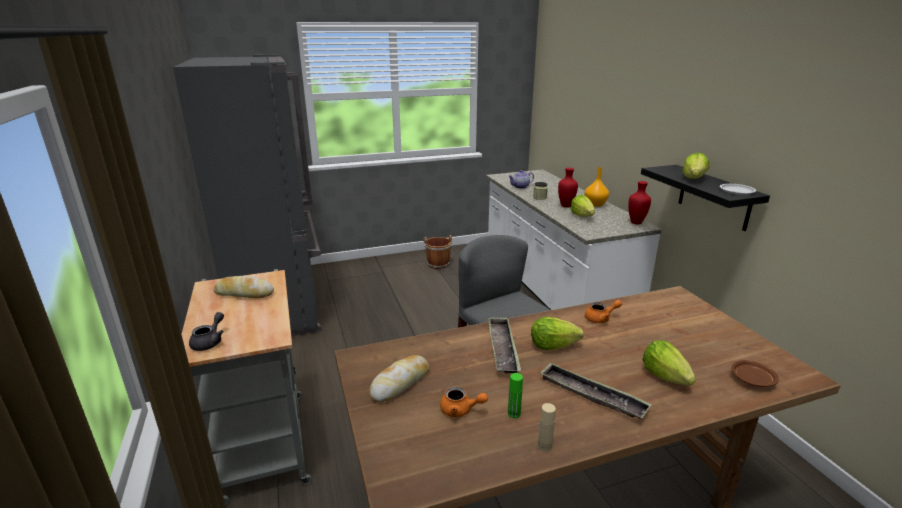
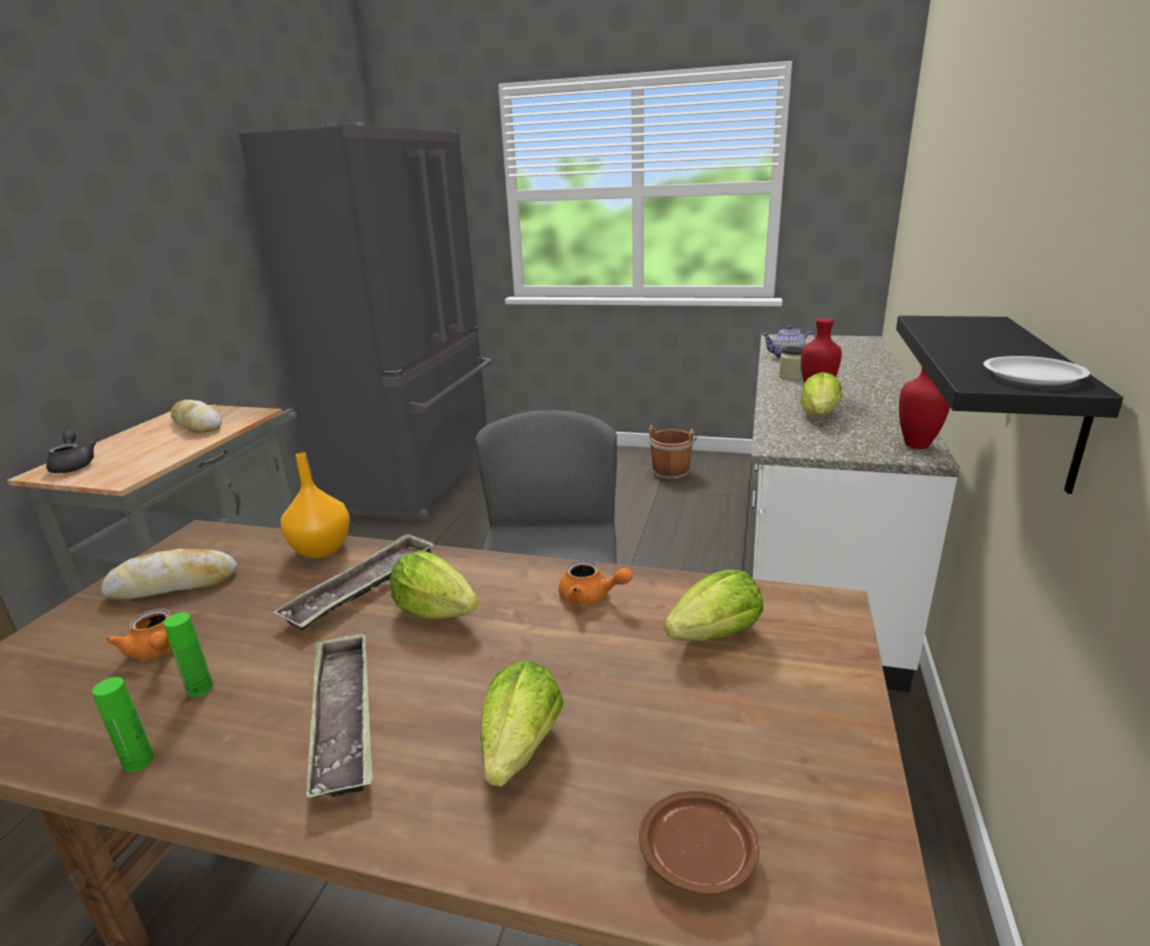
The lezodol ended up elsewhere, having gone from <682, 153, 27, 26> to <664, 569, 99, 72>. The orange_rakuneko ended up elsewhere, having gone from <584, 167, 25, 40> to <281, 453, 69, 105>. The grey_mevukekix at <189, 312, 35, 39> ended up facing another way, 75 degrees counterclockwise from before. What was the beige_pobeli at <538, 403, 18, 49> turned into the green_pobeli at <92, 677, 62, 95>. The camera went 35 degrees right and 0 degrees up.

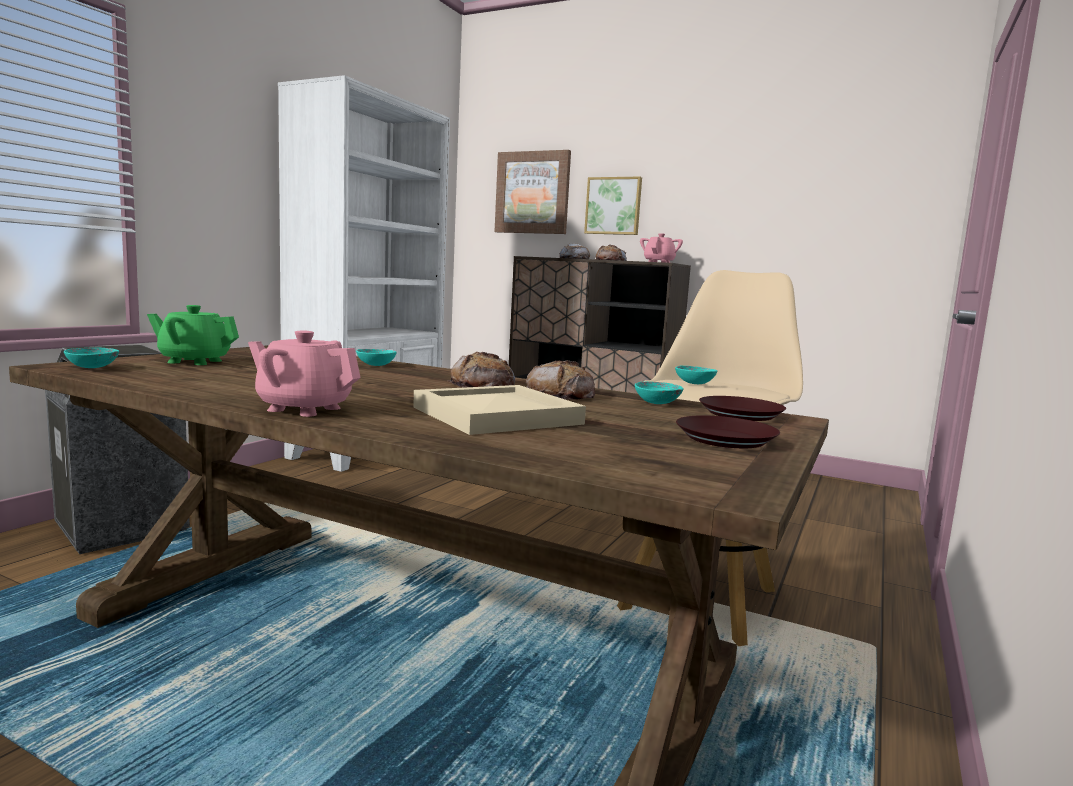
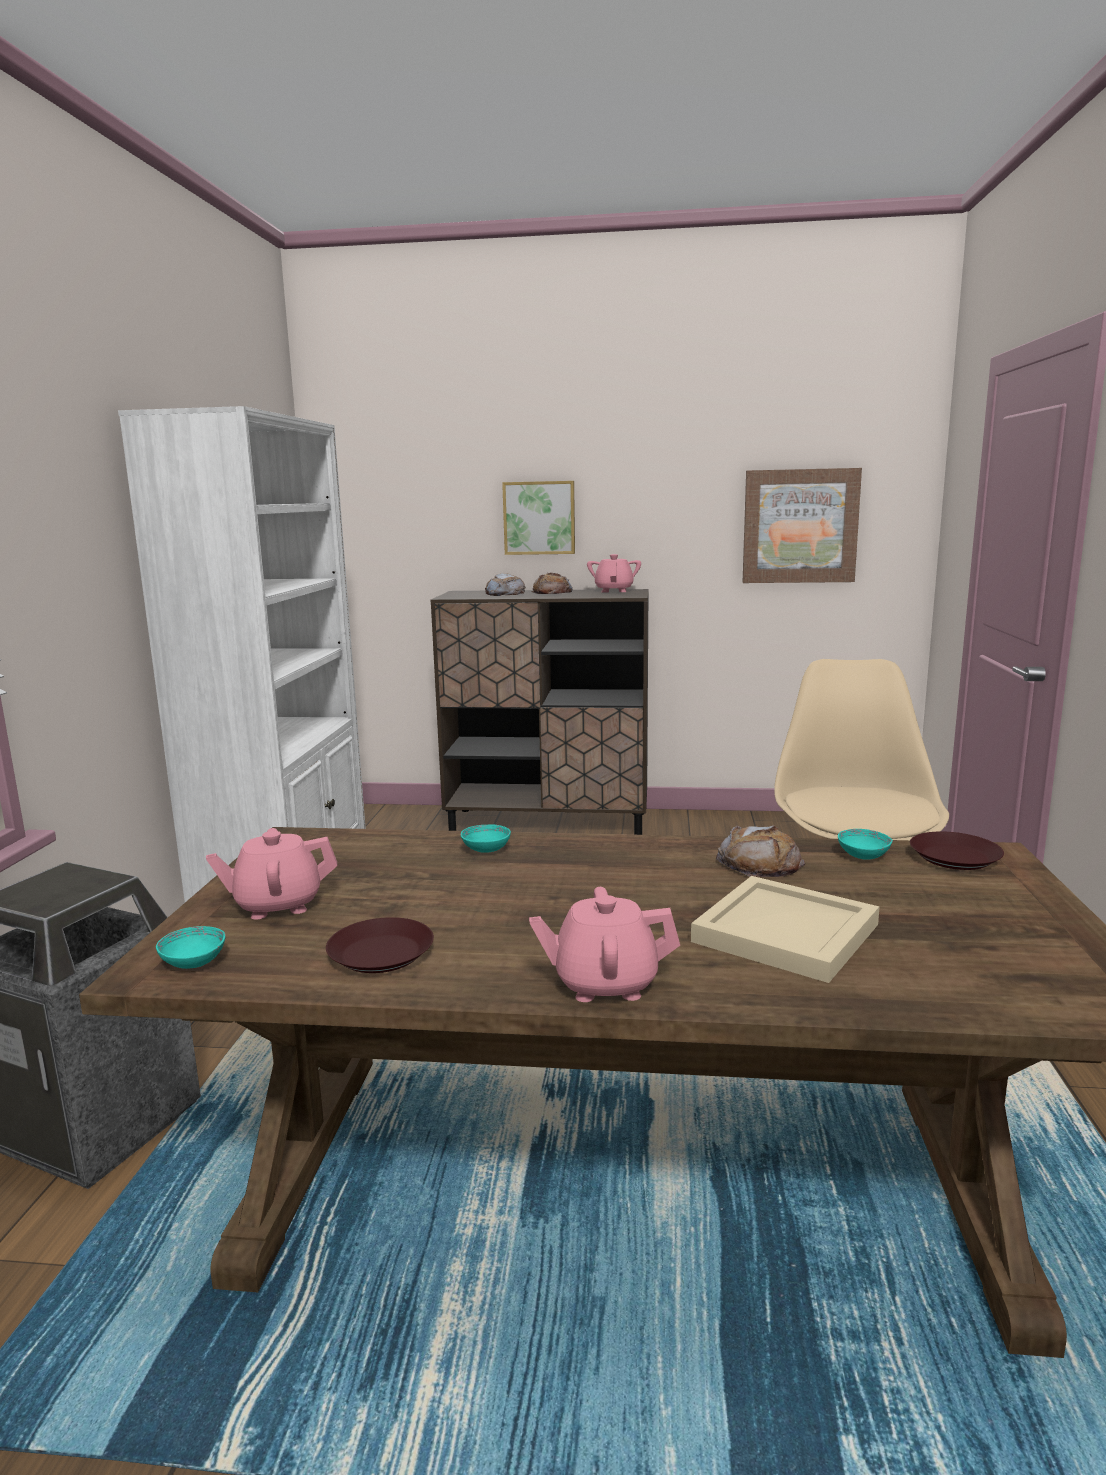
The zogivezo ended up elsewhere, having gone from <494, 150, 77, 84> to <743, 468, 119, 115>. What was the green_mevukekix at <147, 305, 92, 60> turned into the pink_mevukekix at <206, 828, 131, 91>. The second view lost the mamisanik at <447, 352, 68, 35>. The second view lost the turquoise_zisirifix at <675, 366, 42, 18>. The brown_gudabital ended up elsewhere, having gone from <676, 415, 104, 33> to <326, 917, 108, 56>. The camera went 20 degrees left and 5 degrees up.

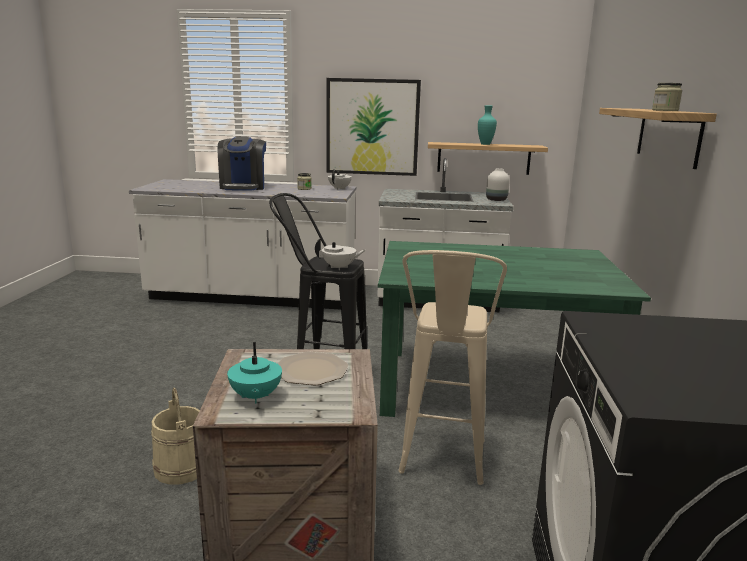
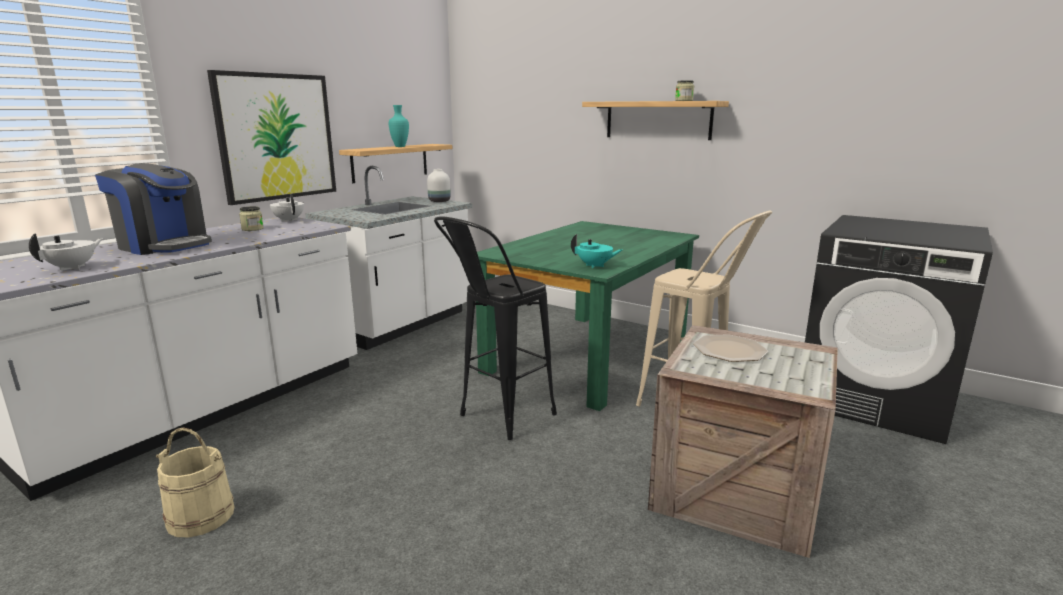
The white_mevukekix ended up elsewhere, having gone from <315, 238, 51, 32> to <29, 233, 74, 38>. The turquoise_mevukekix ended up elsewhere, having gone from <227, 342, 55, 62> to <571, 234, 51, 34>. The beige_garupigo ended up elsewhere, having gone from <151, 388, 49, 97> to <156, 427, 79, 110>. The camera went 60 degrees left and 0 degrees up.

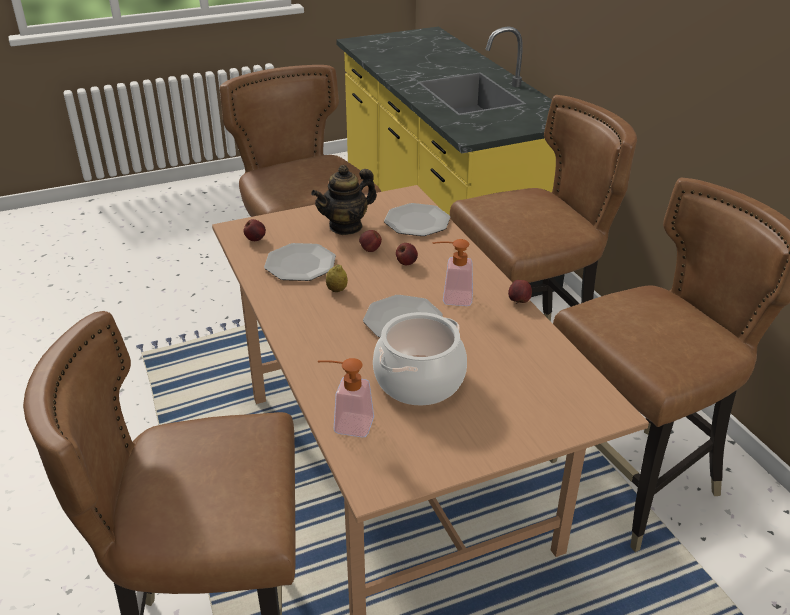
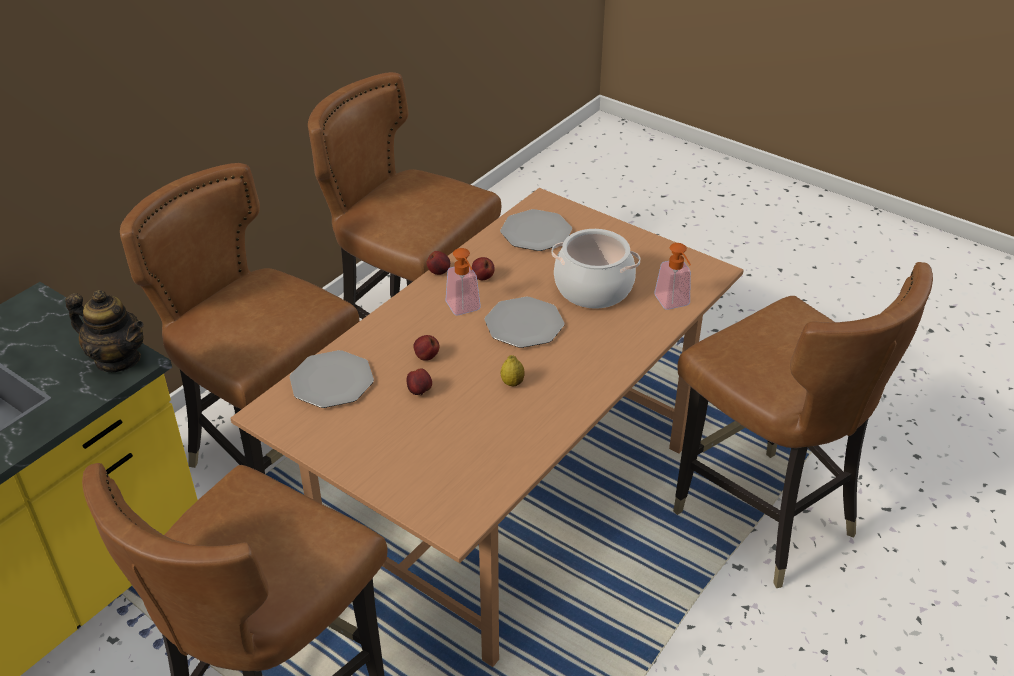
The mevukekix ended up elsewhere, having gone from <311, 165, 66, 70> to <65, 290, 79, 82>. The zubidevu ended up elsewhere, having gone from <243, 219, 23, 22> to <472, 257, 23, 23>. The gudabital ended up elsewhere, having gone from <264, 243, 72, 38> to <500, 209, 72, 42>. The camera went 120 degrees left and 5 degrees up.

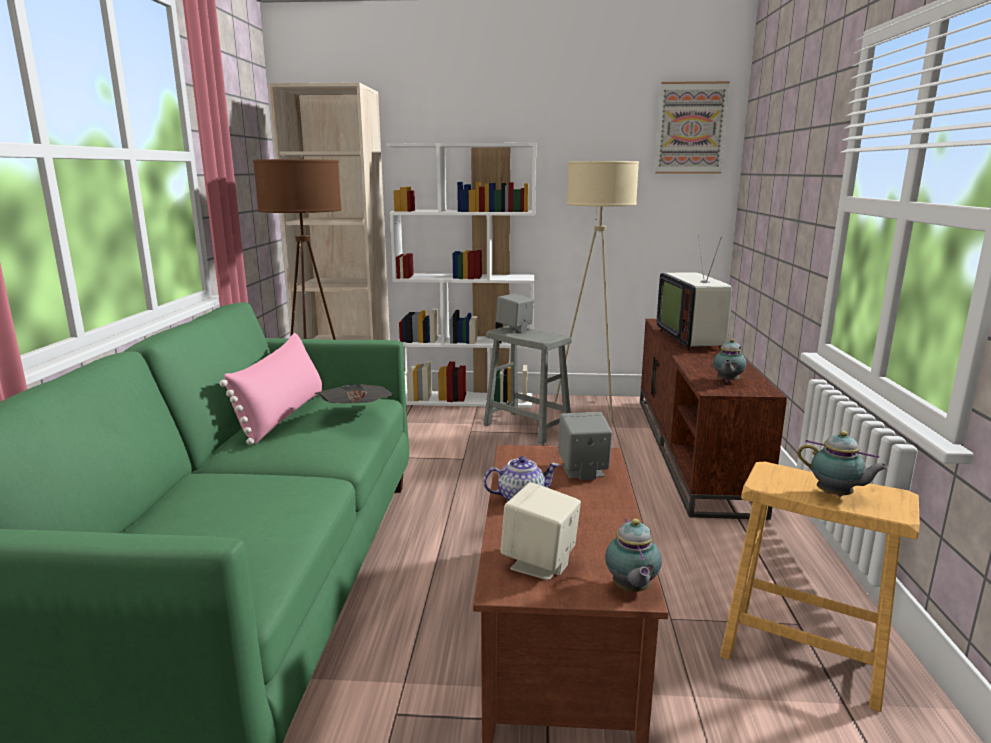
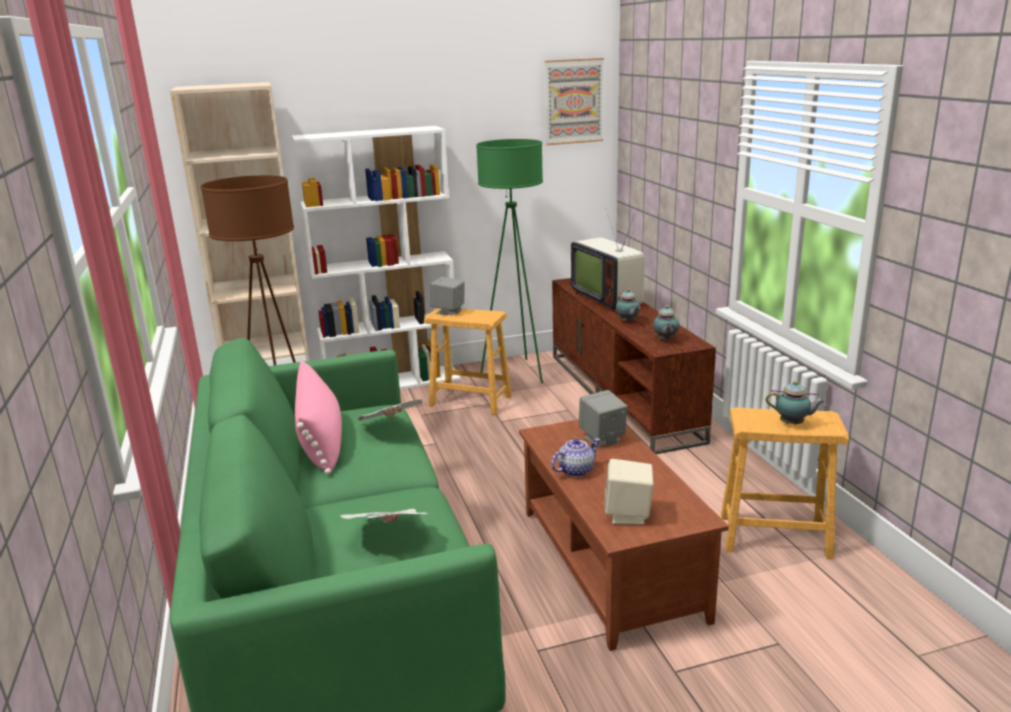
What was the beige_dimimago at <554, 161, 85, 263> turned into the green_dimimago at <476, 139, 67, 244>. What was the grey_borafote at <484, 326, 88, 118> turned into the brown_borafote at <424, 308, 88, 107>. The mevukekix ended up elsewhere, having gone from <605, 518, 57, 74> to <616, 289, 24, 34>. The second view gained the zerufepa at <340, 509, 86, 14>. The camera went 20 degrees left and 5 degrees up.

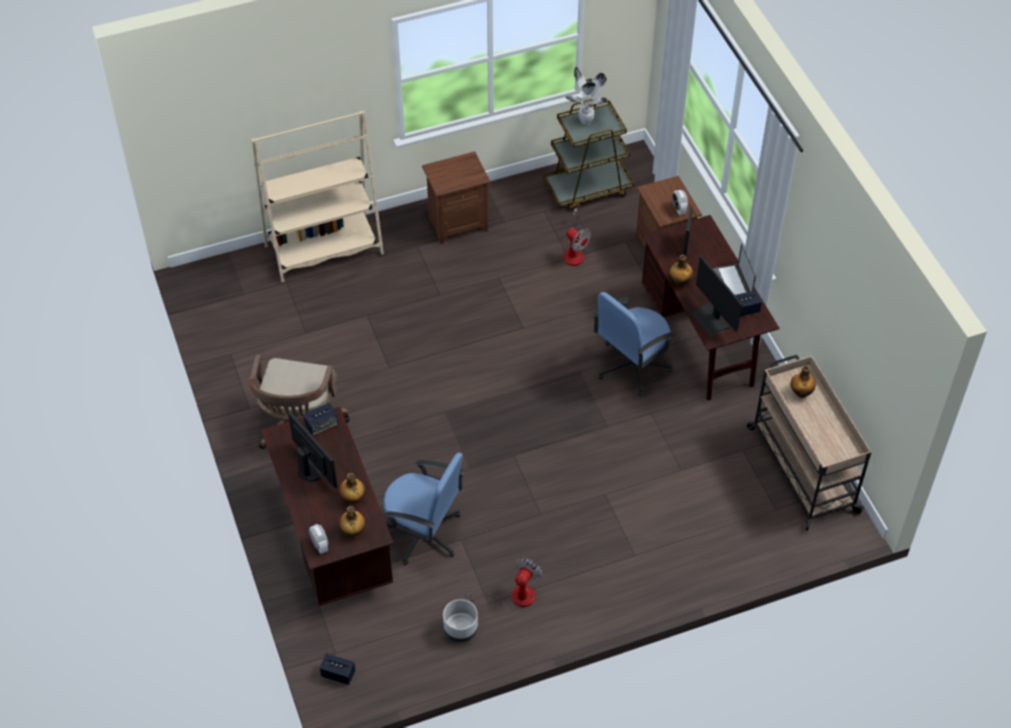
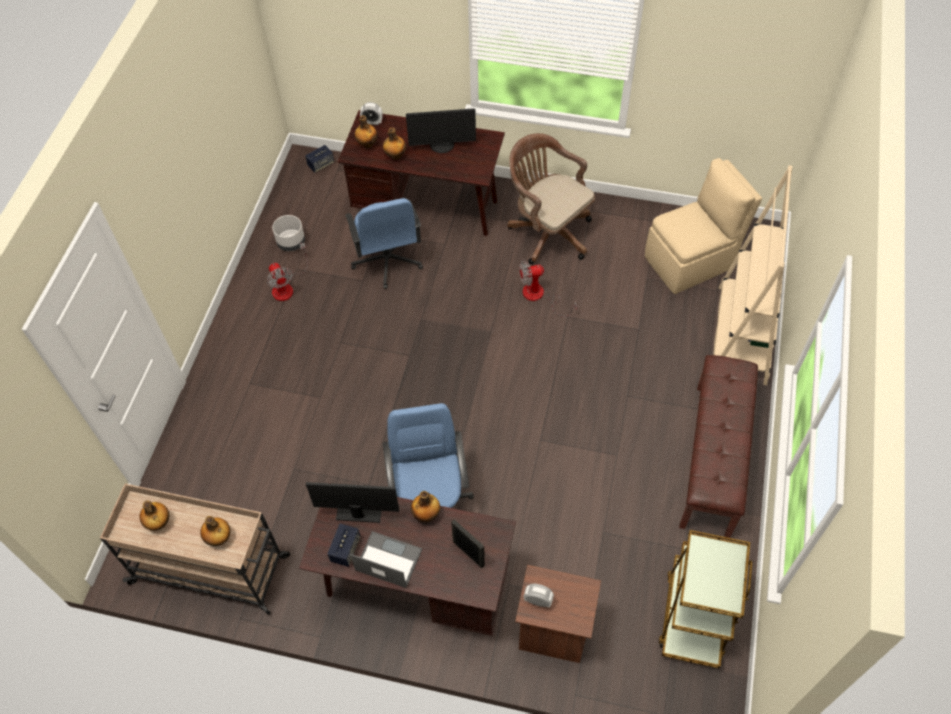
The second view lost the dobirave at <565, 66, 43, 59>. Where the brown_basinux stood at <422, 151, 68, 93>, the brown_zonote came to stand at <679, 355, 79, 183>. The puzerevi ended up elsewhere, having gone from <562, 208, 29, 58> to <519, 260, 58, 57>. The second view lost the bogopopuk at <303, 403, 35, 33>. The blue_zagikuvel at <383, 453, 81, 112> ended up facing another way, 75 degrees counterclockwise from before. The second view gained the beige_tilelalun at <645, 158, 117, 136>. The second view gained the pobeli at <140, 500, 29, 31>. The camera went 125 degrees right and 5 degrees up.

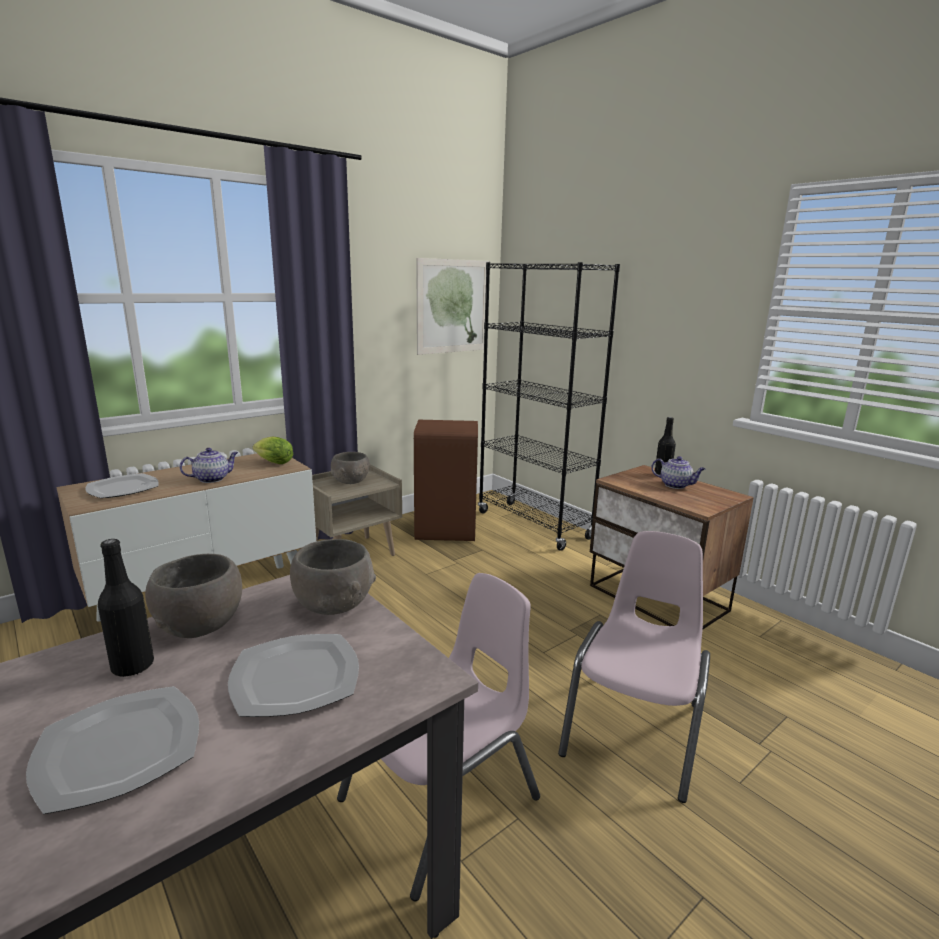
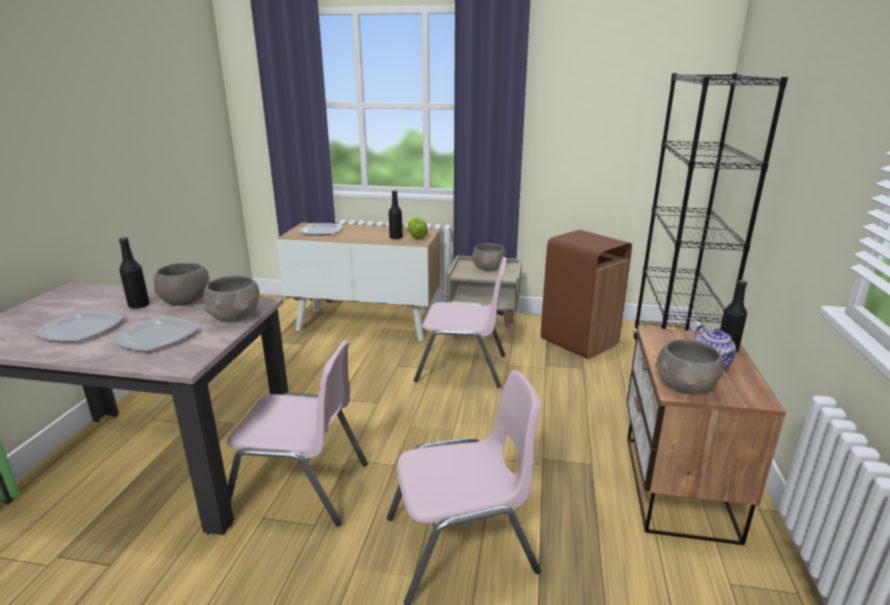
The second view lost the zogivezo at <416, 258, 74, 97>. The second view lost the mevukekix at <180, 448, 58, 35>. The second view gained the black_pobeli at <389, 190, 14, 49>. The second view gained the pink_tilelalun at <414, 257, 93, 131>. The second view gained the grey_zisirifix at <655, 339, 69, 55>. The camera went 50 degrees right and 5 degrees up.

